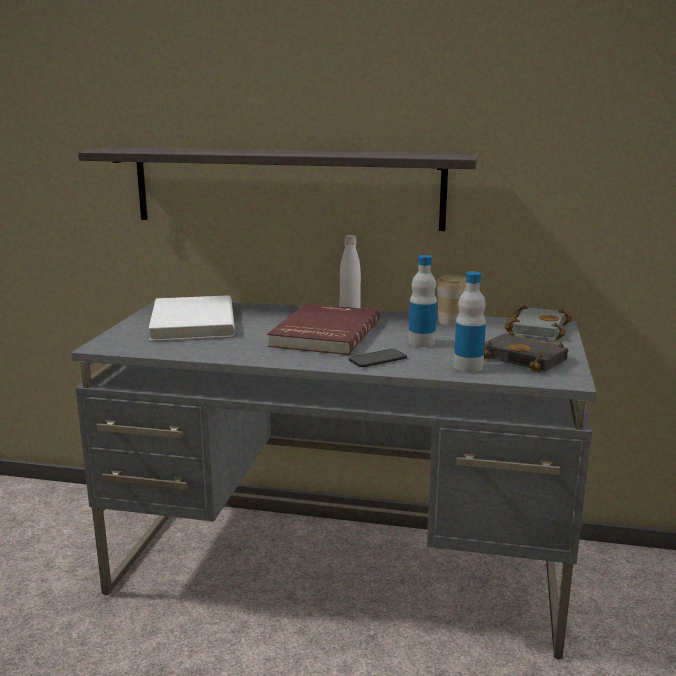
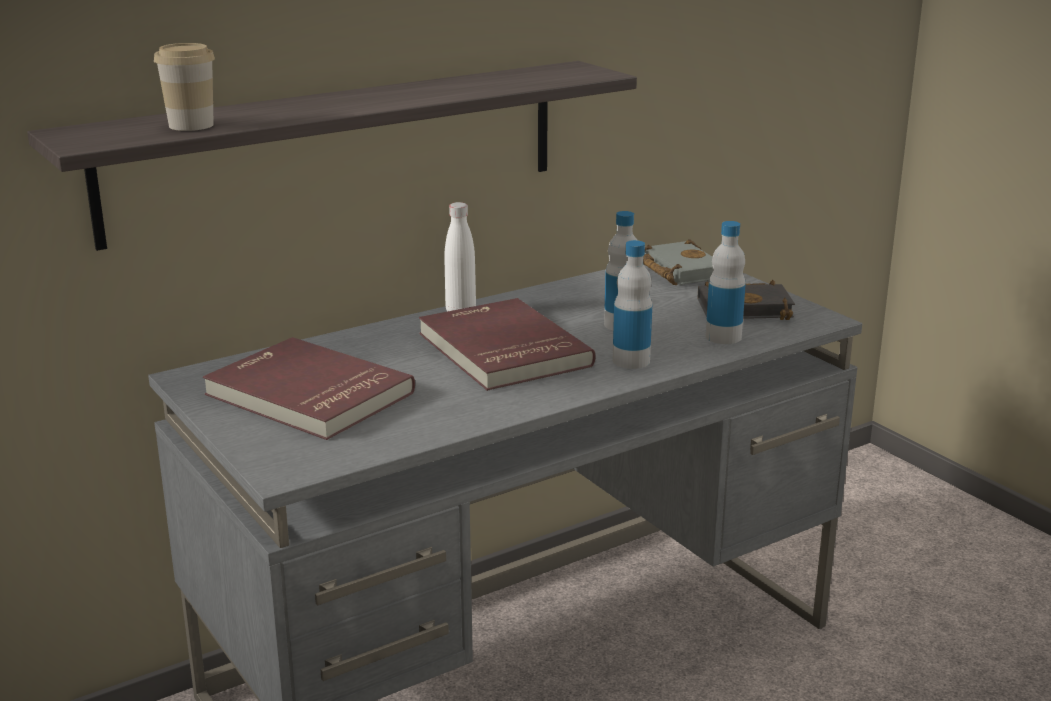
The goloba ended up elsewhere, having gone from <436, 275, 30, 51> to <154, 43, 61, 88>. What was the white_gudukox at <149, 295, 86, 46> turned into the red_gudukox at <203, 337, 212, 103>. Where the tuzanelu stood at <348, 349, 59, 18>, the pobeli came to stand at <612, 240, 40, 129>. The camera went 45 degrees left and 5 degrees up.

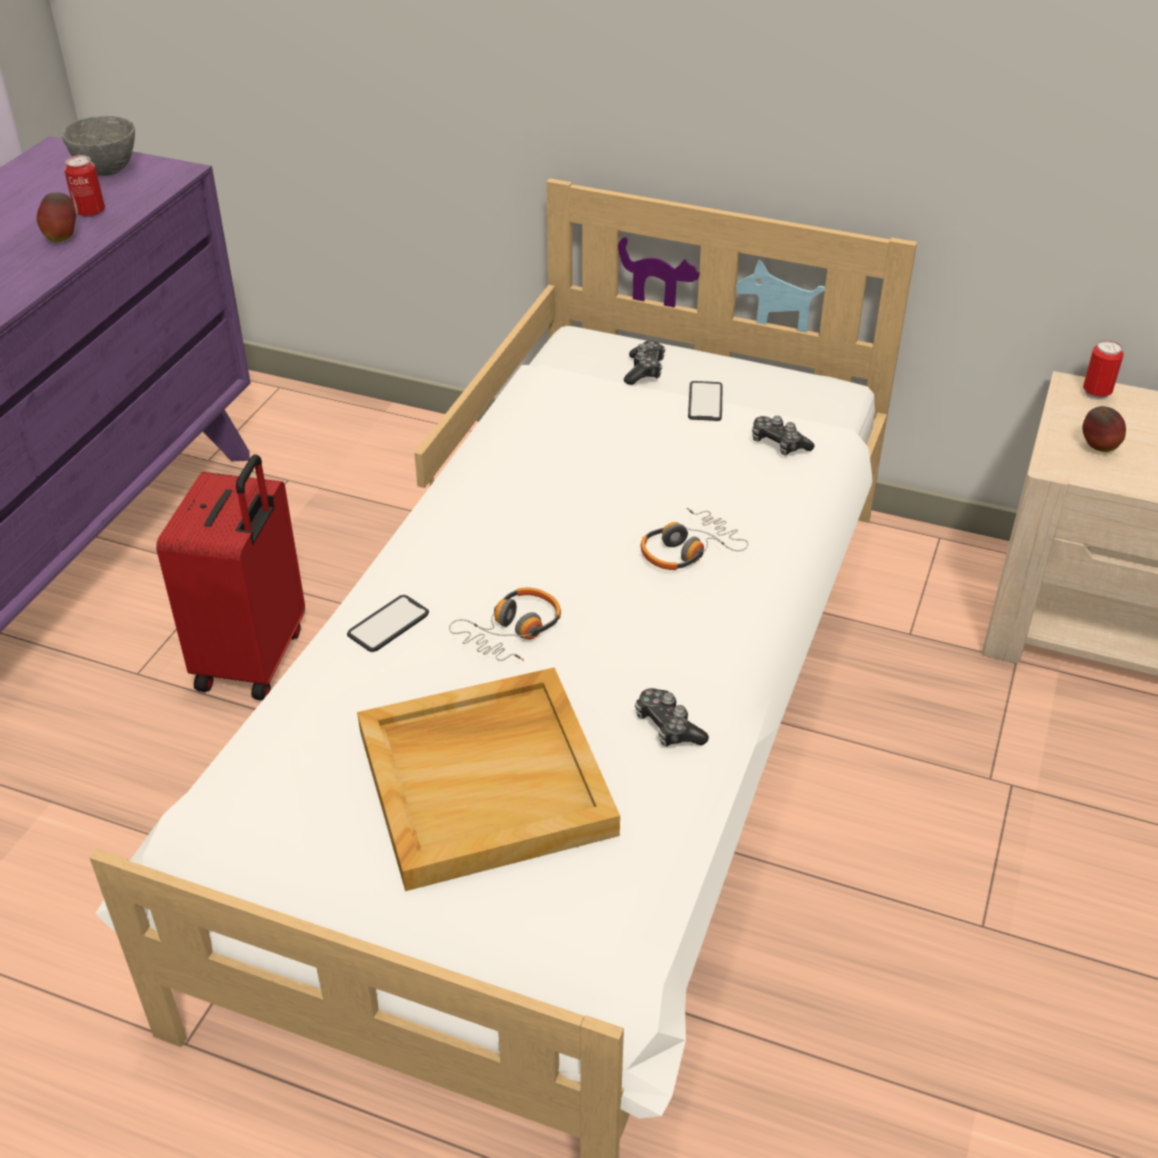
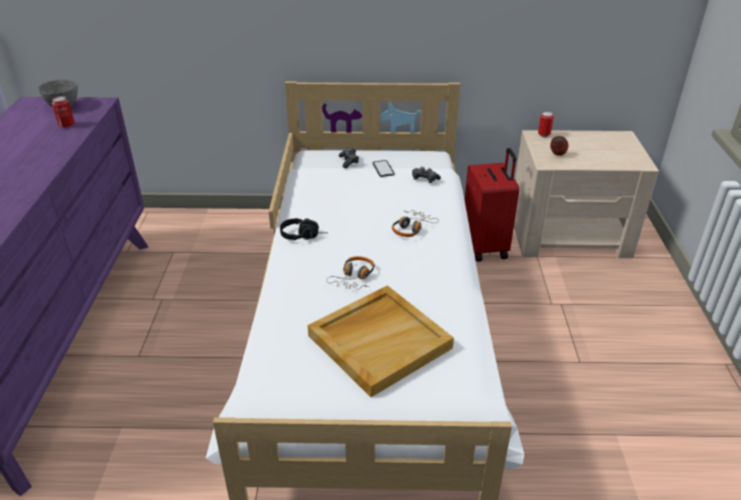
The second view lost the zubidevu at <37, 192, 39, 50>. The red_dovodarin ended up elsewhere, having gone from <156, 454, 149, 246> to <465, 148, 54, 114>. The second view lost the tuzanelu at <347, 595, 82, 57>. The second view lost the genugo at <635, 688, 74, 58>. The second view gained the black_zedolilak at <280, 218, 39, 22>. The camera went 20 degrees left and 5 degrees down.

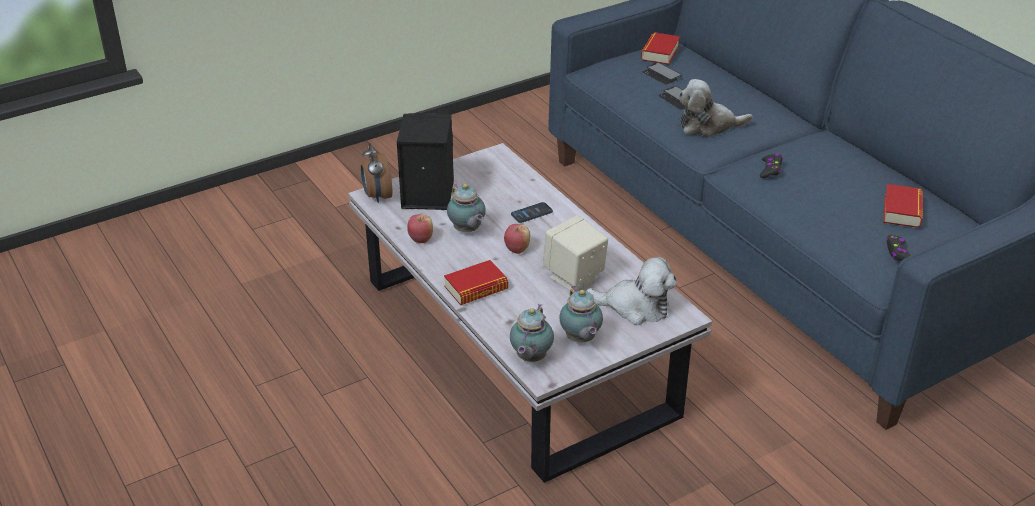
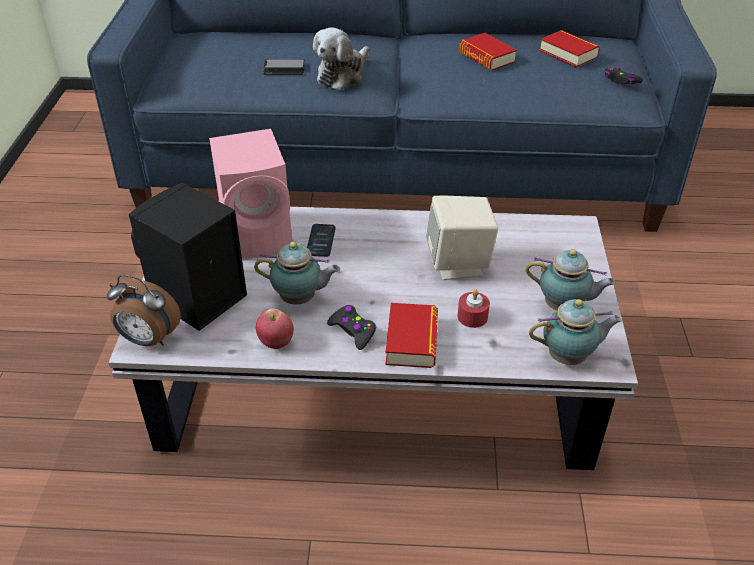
The gudukox ended up elsewhere, having gone from <641, 32, 39, 33> to <459, 33, 58, 38>. The second view lost the tuzanelu at <643, 62, 39, 23>. The black_genugo ended up elsewhere, having gone from <760, 153, 23, 25> to <327, 305, 50, 45>. The second view lost the zubidevu at <504, 224, 26, 30>. The second view lost the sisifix at <586, 257, 91, 68>. The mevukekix at <510, 304, 44, 58> ended up facing another way, 60 degrees counterclockwise from before. The second view gained the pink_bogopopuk at <209, 129, 83, 130>. The second view gained the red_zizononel at <458, 289, 32, 39>. The camera went 55 degrees left and 5 degrees up.

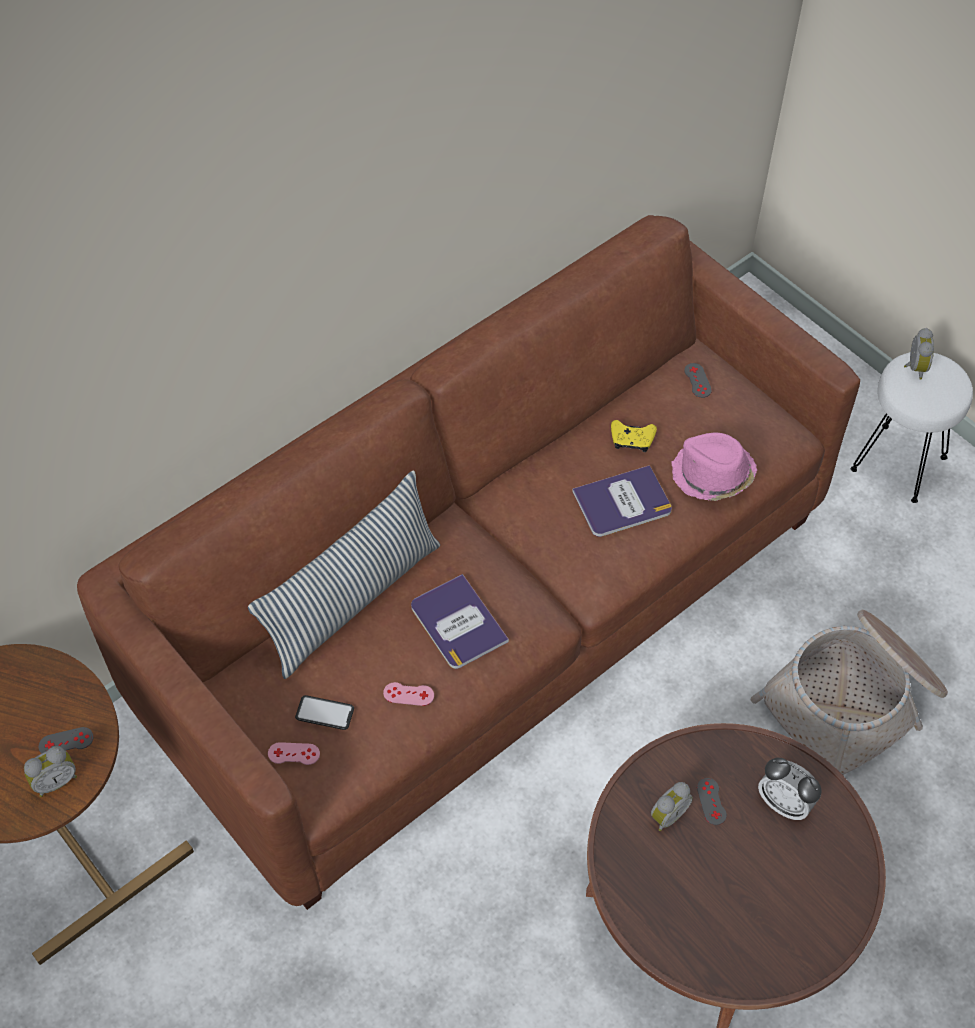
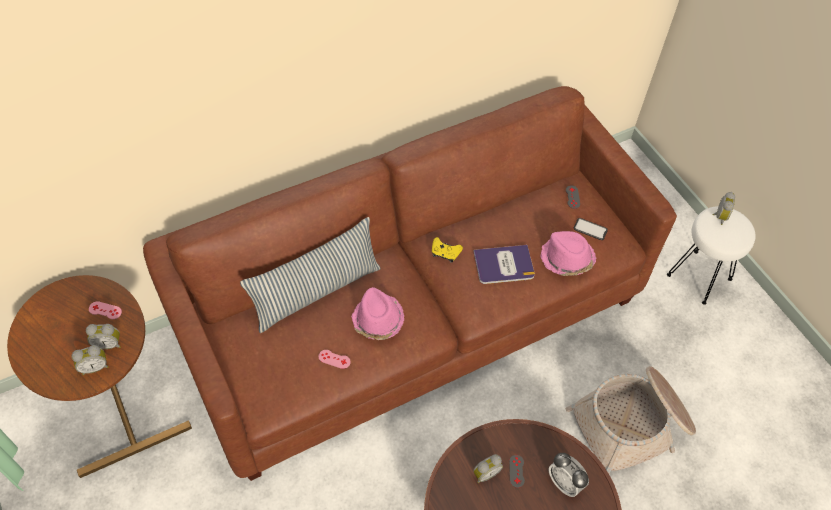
The yellow_genugo ended up elsewhere, having gone from <611, 420, 46, 32> to <432, 237, 31, 26>. Where the gudukox stood at <411, 574, 98, 95>, the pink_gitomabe came to stand at <351, 287, 53, 53>. The tuzanelu ended up elsewhere, having gone from <295, 695, 59, 35> to <574, 218, 34, 22>. Where the grey_genugo stood at <39, 727, 55, 27>, the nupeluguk came to stand at <86, 324, 35, 25>. The pink_genugo ended up elsewhere, having gone from <268, 742, 52, 23> to <89, 301, 33, 18>. The camera went 10 degrees right and 0 degrees up.

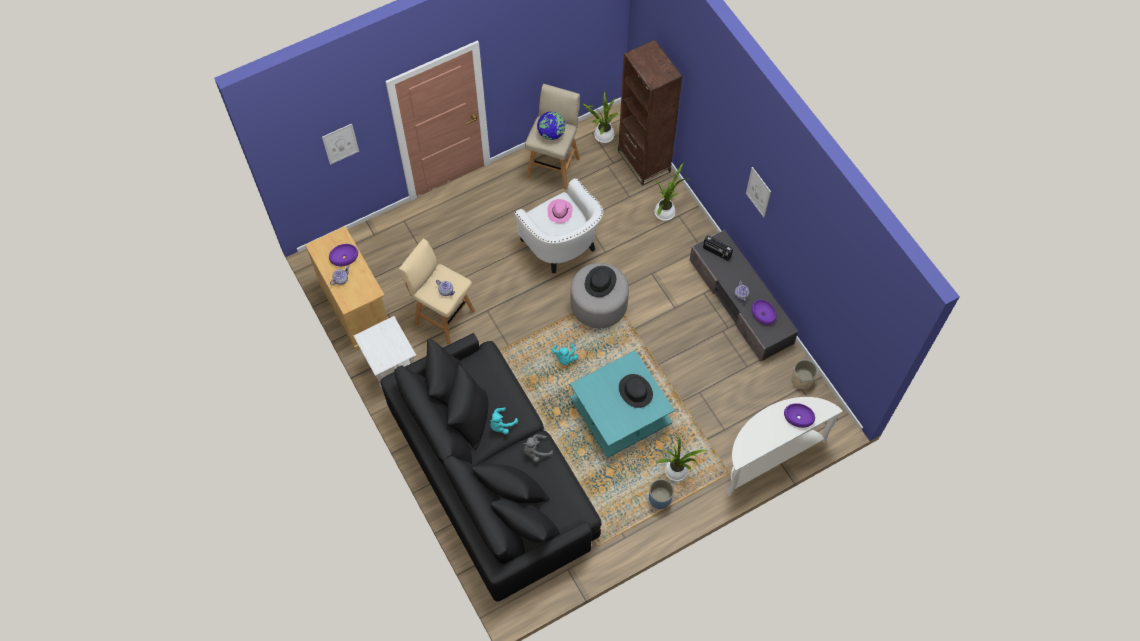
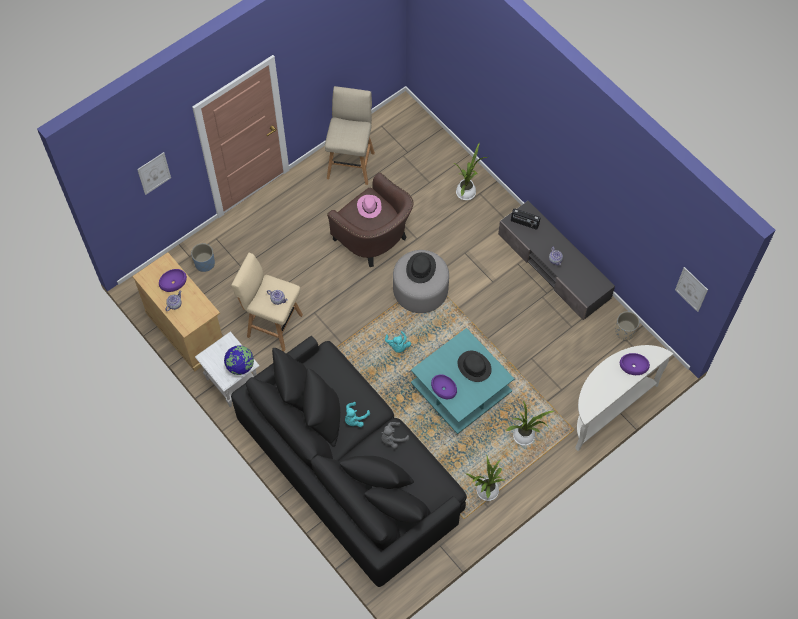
The second view lost the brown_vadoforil at <618, 40, 65, 146>. The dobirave ended up elsewhere, having gone from <583, 91, 35, 52> to <465, 456, 39, 45>. The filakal ended up elsewhere, having gone from <537, 111, 28, 29> to <224, 345, 30, 30>. The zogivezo ended up elsewhere, having gone from <746, 167, 25, 51> to <675, 267, 33, 45>. What was the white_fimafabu at <515, 178, 88, 95> turned into the brown_fimafabu at <327, 172, 86, 95>. The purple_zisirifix ended up elsewhere, having gone from <752, 300, 25, 25> to <431, 375, 26, 24>. The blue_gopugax ended up elsewhere, having gone from <649, 479, 25, 30> to <191, 243, 24, 29>. The camera went 10 degrees left and 0 degrees up.

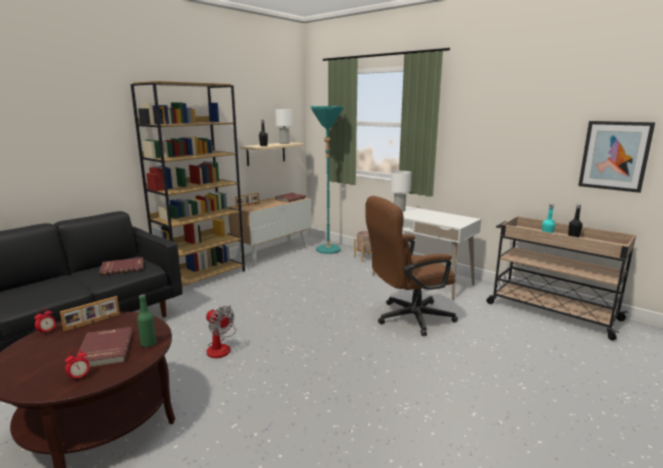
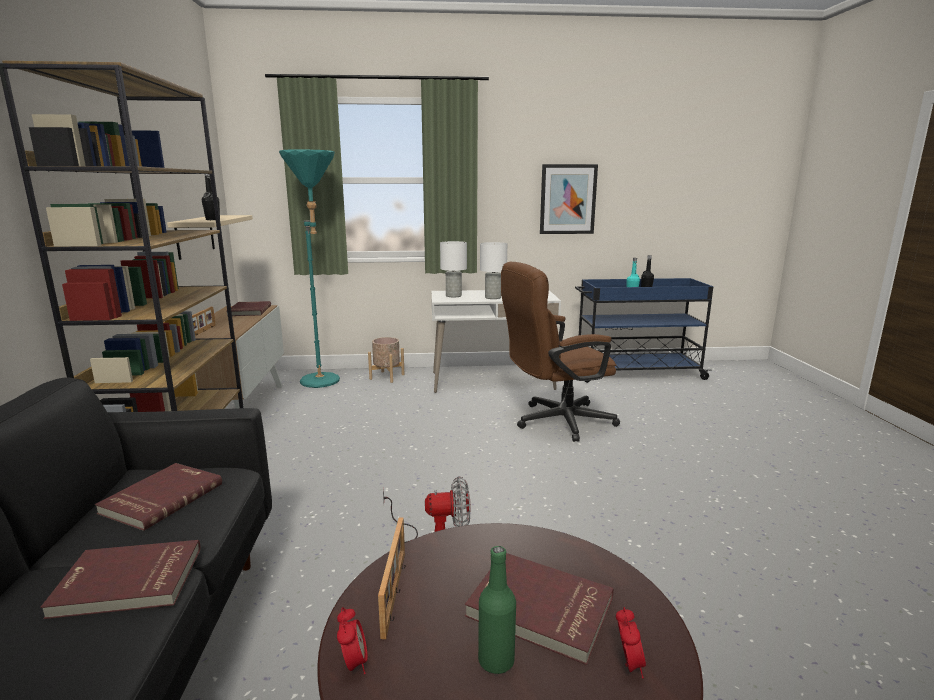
The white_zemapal ended up elsewhere, having gone from <275, 109, 17, 35> to <480, 242, 27, 57>. The zogivezo ended up elsewhere, having gone from <578, 121, 77, 72> to <540, 164, 58, 70>. The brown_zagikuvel at <366, 196, 92, 140> ended up facing another way, 45 degrees clockwise from before. What was the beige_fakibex at <486, 216, 150, 124> turned into the blue_fakibex at <575, 278, 138, 105>. The green_pobeli ended up elsewhere, having gone from <137, 295, 20, 53> to <478, 546, 38, 128>. The second view gained the red_gudukox at <40, 540, 160, 79>. The camera went 45 degrees left and 0 degrees up.

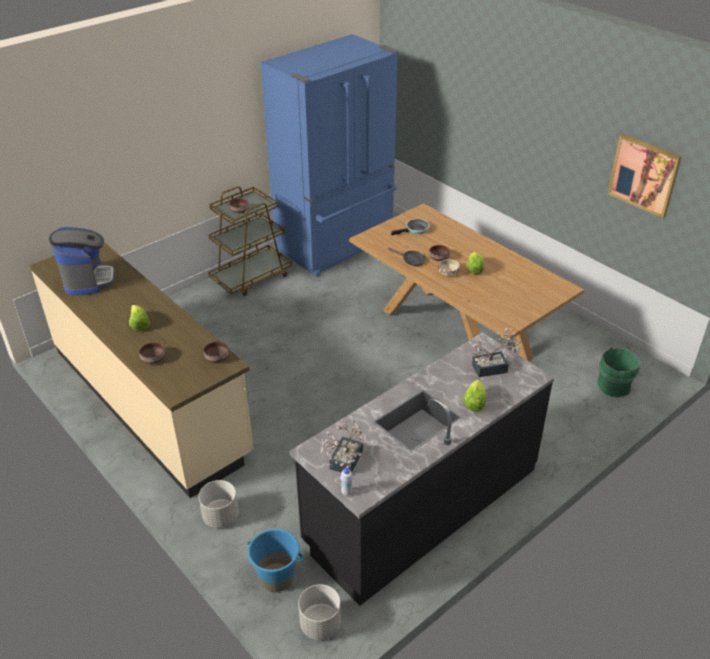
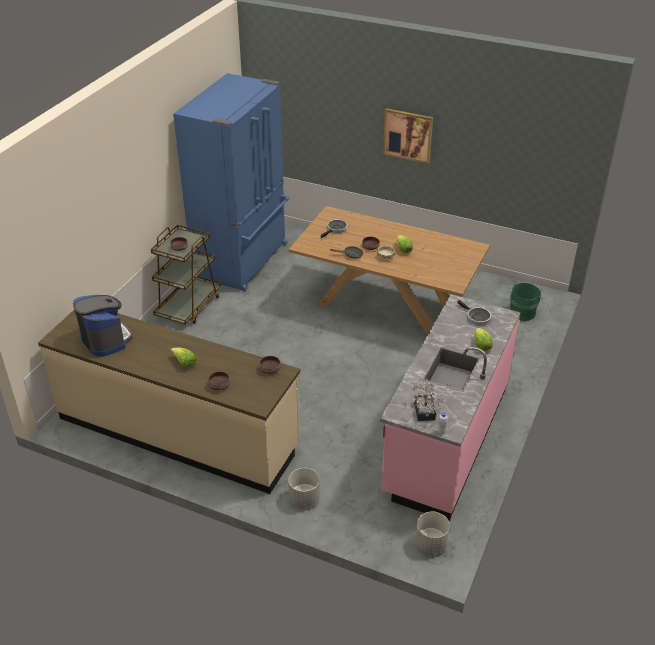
The zogivezo ended up elsewhere, having gone from <607, 134, 75, 84> to <383, 108, 50, 56>. Where the dobirave stood at <468, 328, 54, 49>, the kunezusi came to stand at <457, 300, 34, 25>. What was the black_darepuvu at <289, 332, 265, 274> turned into the pink_darepuvu at <380, 295, 140, 226>. The second view lost the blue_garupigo at <247, 529, 56, 63>. The camera went 25 degrees left and 0 degrees up.

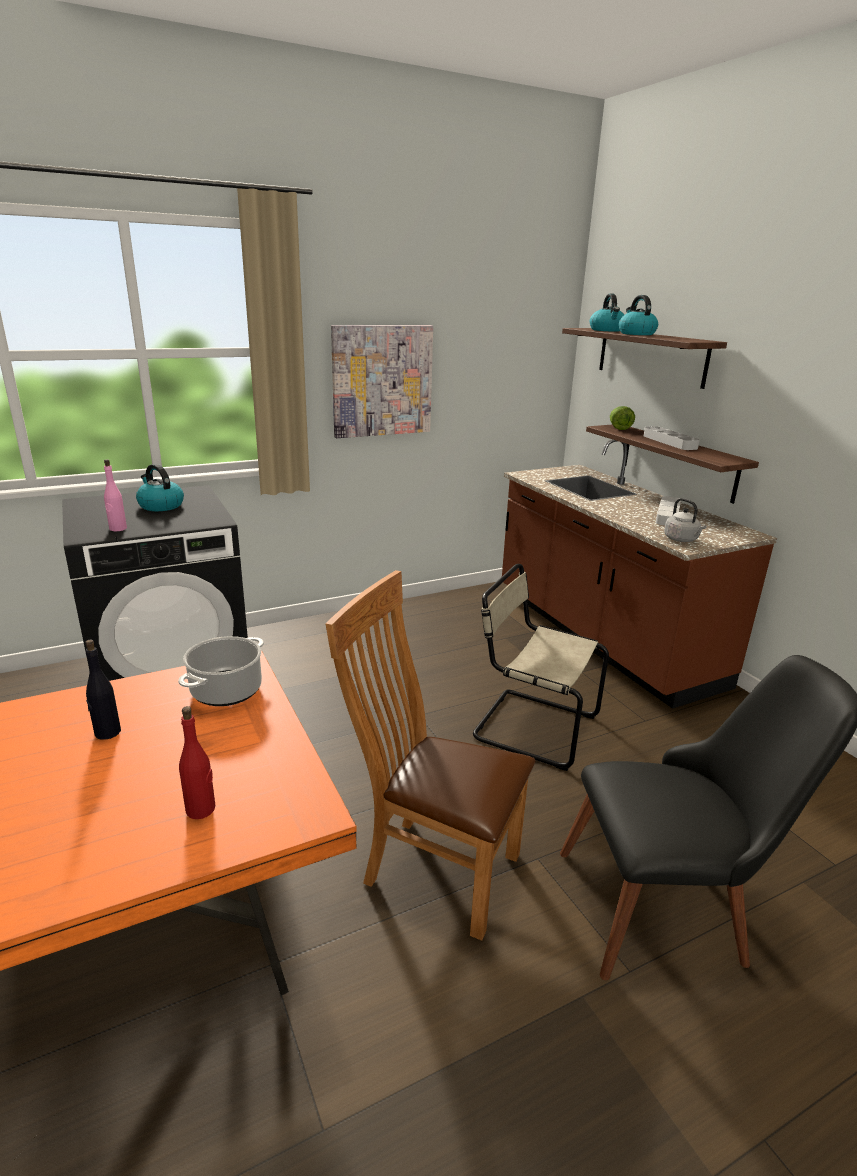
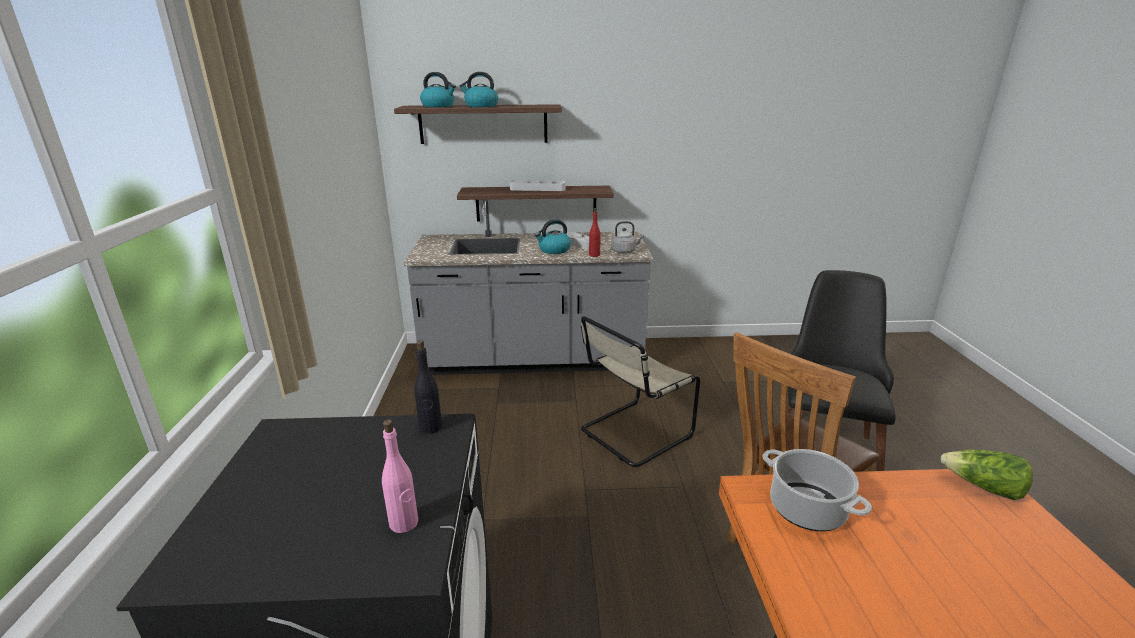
The second view lost the zogivezo at <331, 325, 102, 113>. The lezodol ended up elsewhere, having gone from <610, 406, 25, 24> to <940, 449, 93, 51>. What was the brown_darepuvu at <502, 439, 275, 270> turned into the grey_darepuvu at <404, 200, 249, 175>. The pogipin ended up elsewhere, having gone from <136, 464, 48, 47> to <535, 220, 36, 34>. The black_pobeli ended up elsewhere, having gone from <85, 640, 36, 100> to <414, 340, 28, 94>. The red_pobeli ended up elsewhere, having gone from <179, 706, 37, 113> to <589, 208, 12, 49>. The camera went 65 degrees left and 0 degrees up.

